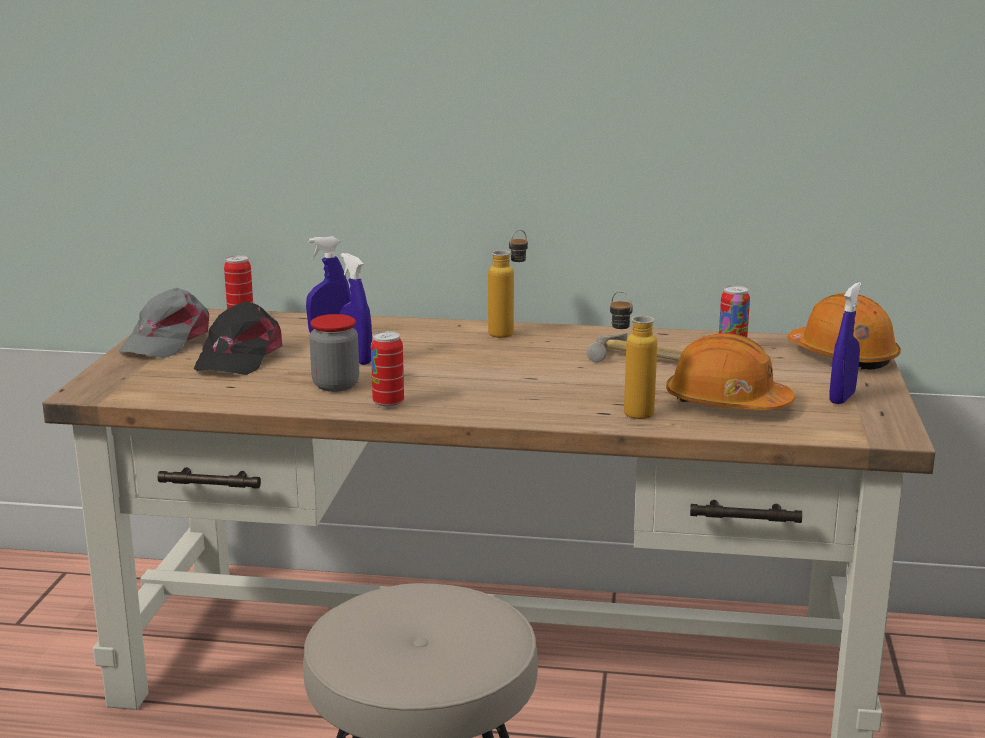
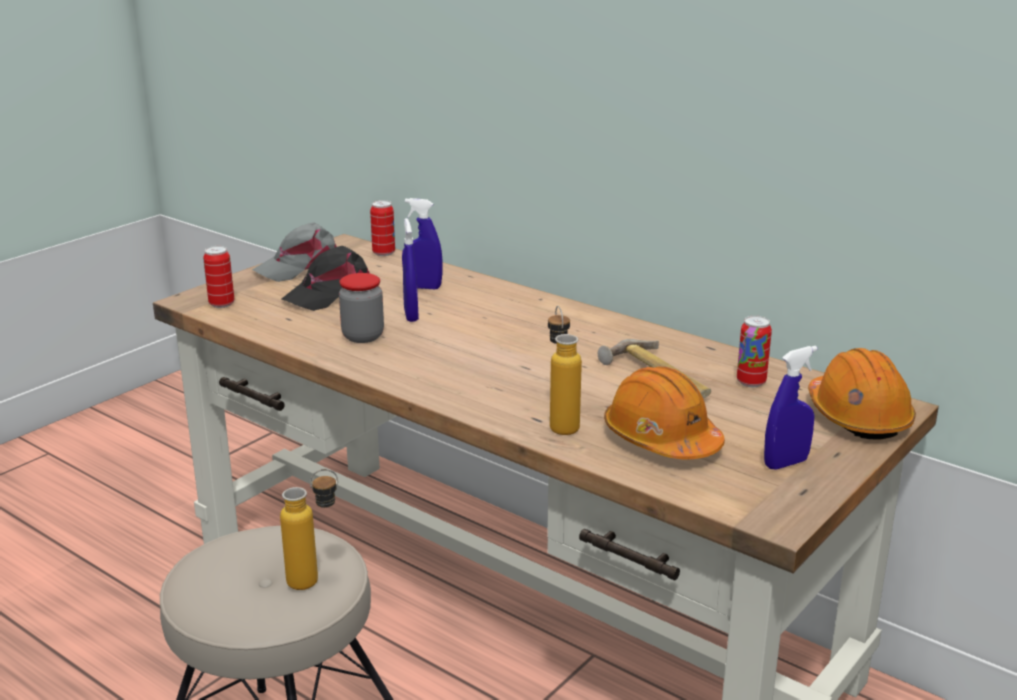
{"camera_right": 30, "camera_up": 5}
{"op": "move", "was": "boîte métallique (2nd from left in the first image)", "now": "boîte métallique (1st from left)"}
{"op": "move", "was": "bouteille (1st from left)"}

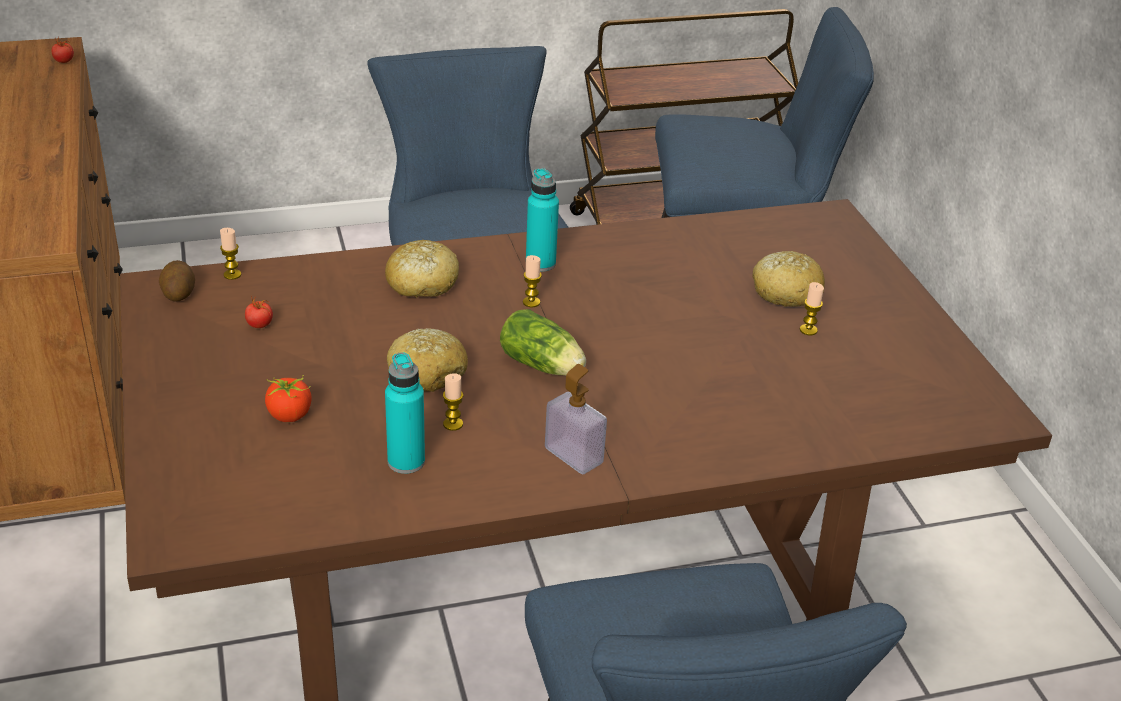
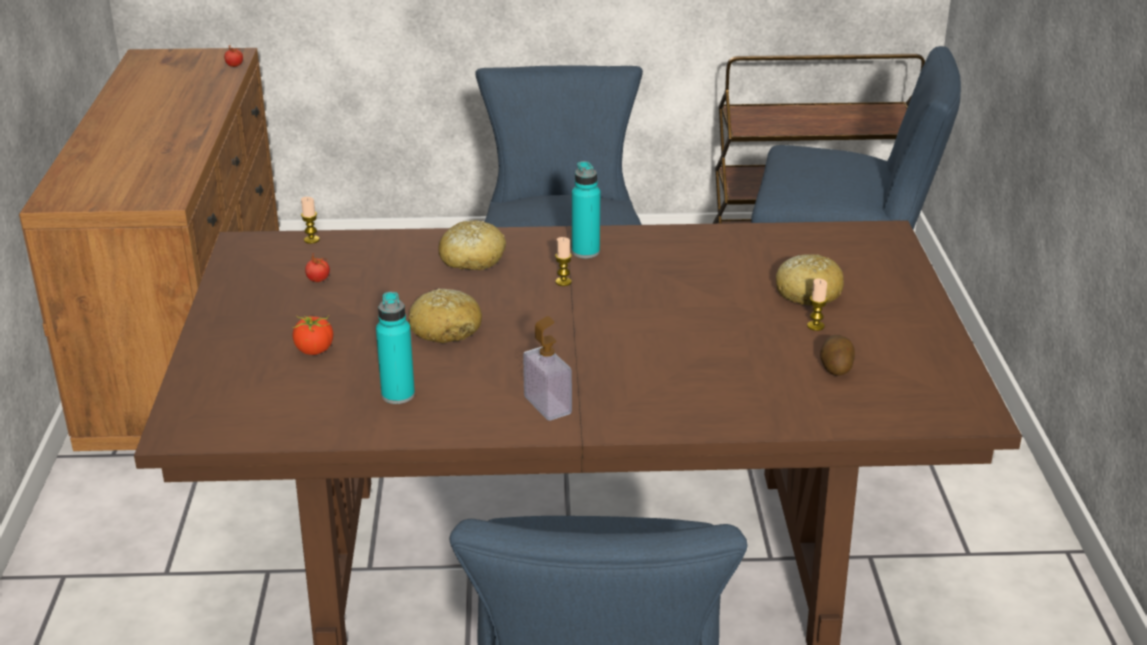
{"camera_right": 15, "camera_up": -5}
{"op": "move", "was": "pomme de terre"}
{"op": "delete", "was": "bougie (2nd from left)"}
{"op": "delete", "was": "laitue"}

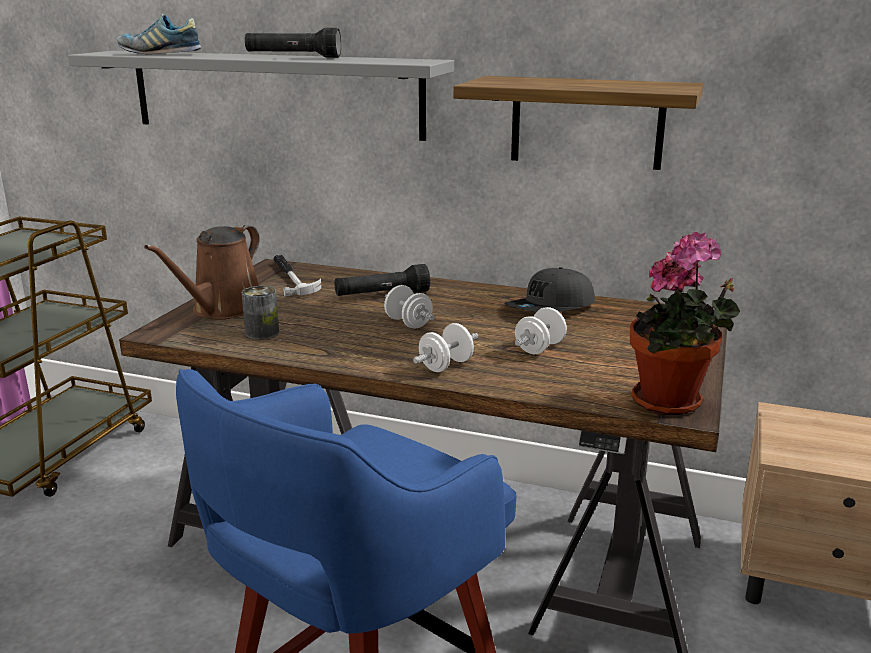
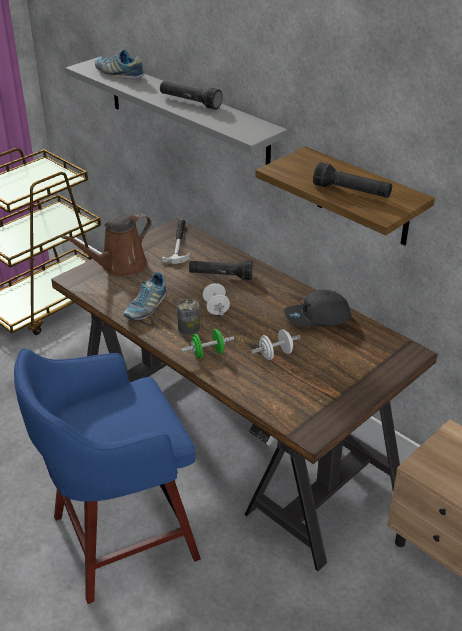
{"camera_right": 25, "camera_up": 15}
{"op": "insert", "now": "chaussure (2nd from left)"}
{"op": "move", "was": "boîte métallique"}
{"op": "recolor", "was": "haltère (blanc) (2nd from left)", "now": "haltère (vert)"}
{"op": "insert", "now": "lampe de poche (noir) (3rd from left)"}
{"op": "delete", "was": "plante en pot"}

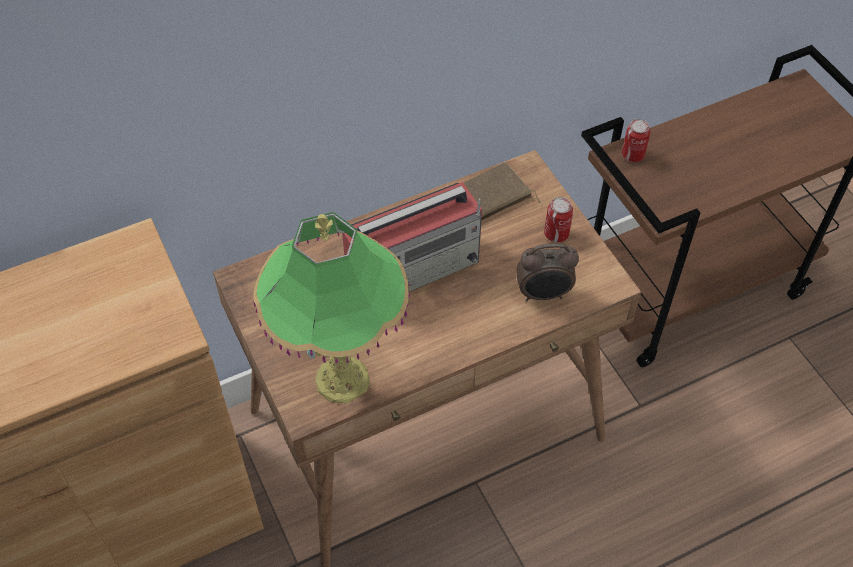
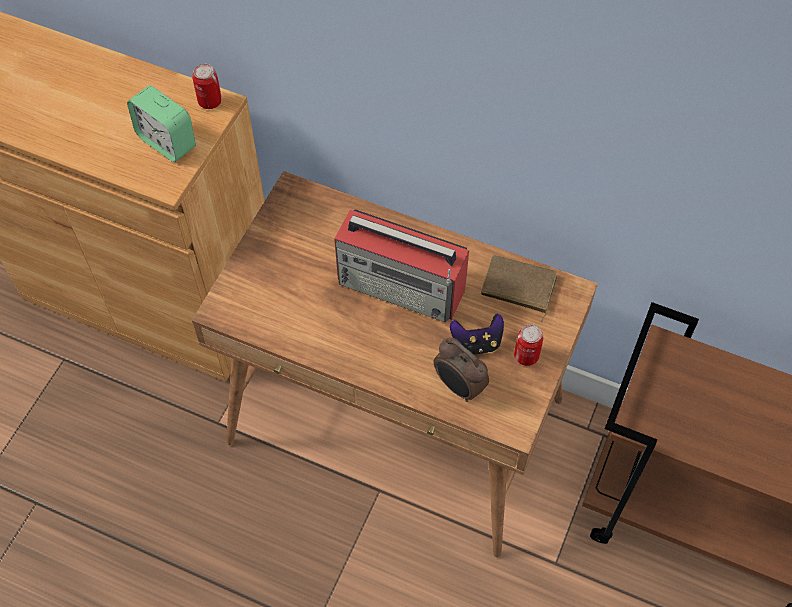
{"camera_right": 50, "camera_up": 5}
{"op": "insert", "now": "réveil (1st from left)"}
{"op": "move", "was": "boîte métallique (2nd from left in the first image)", "now": "boîte métallique (1st from left)"}
{"op": "insert", "now": "manette"}
{"op": "delete", "was": "lampe de table"}

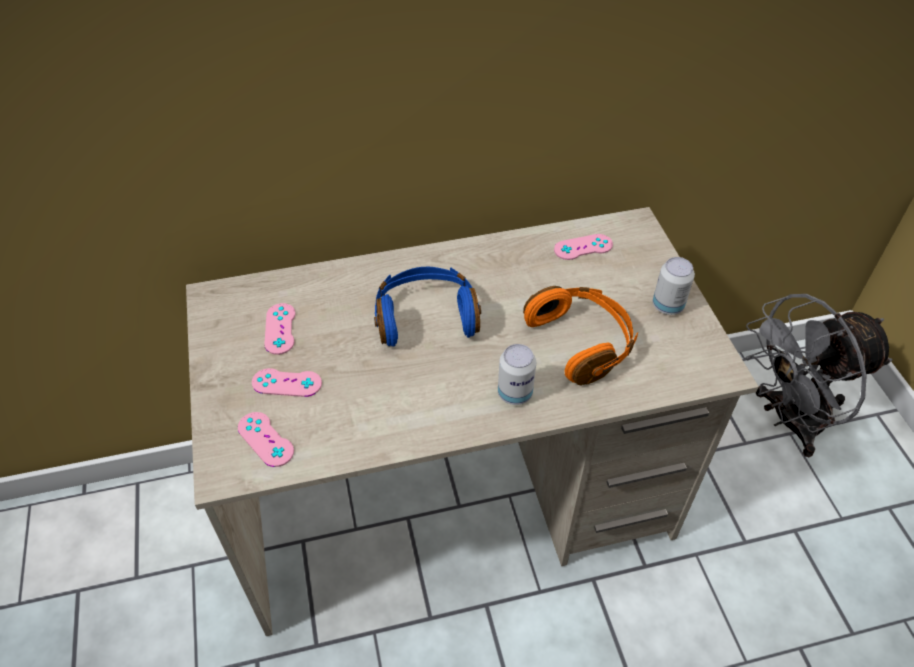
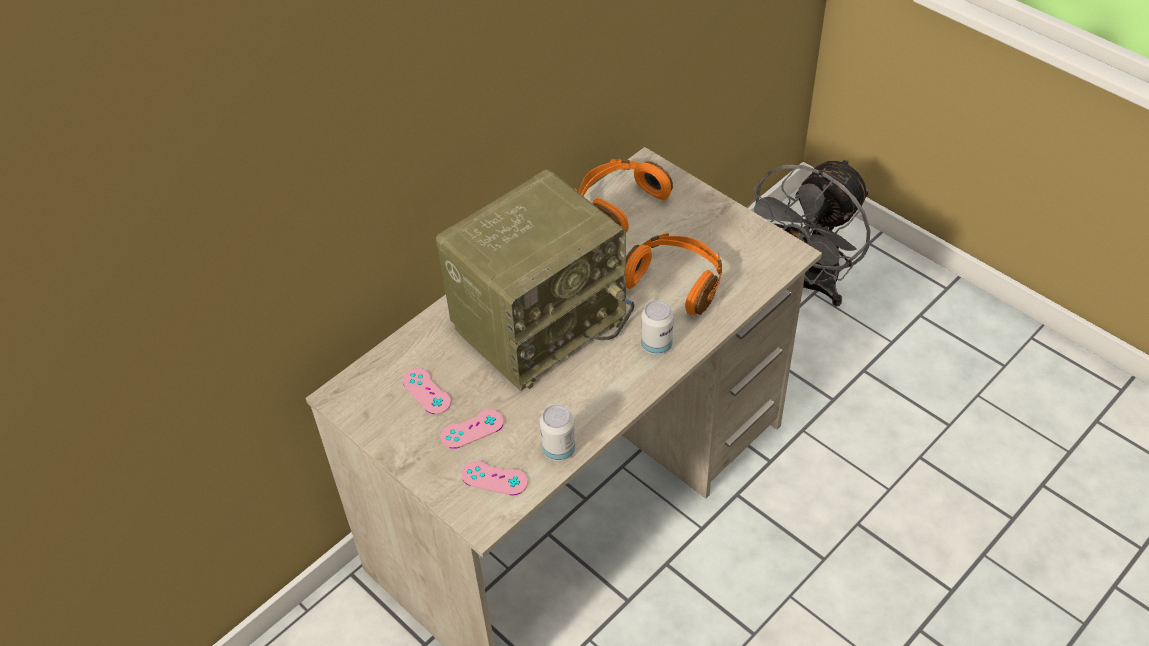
{"camera_right": -30, "camera_up": 0}
{"op": "replace", "was": "casque audio (bleu)", "now": "radio"}
{"op": "move", "was": "boîte métallique (2nd from left in the first image)", "now": "boîte métallique (1st from left)"}
{"op": "replace", "was": "manette (rose) (4th from left)", "now": "casque audio (orange) (1st from left)"}

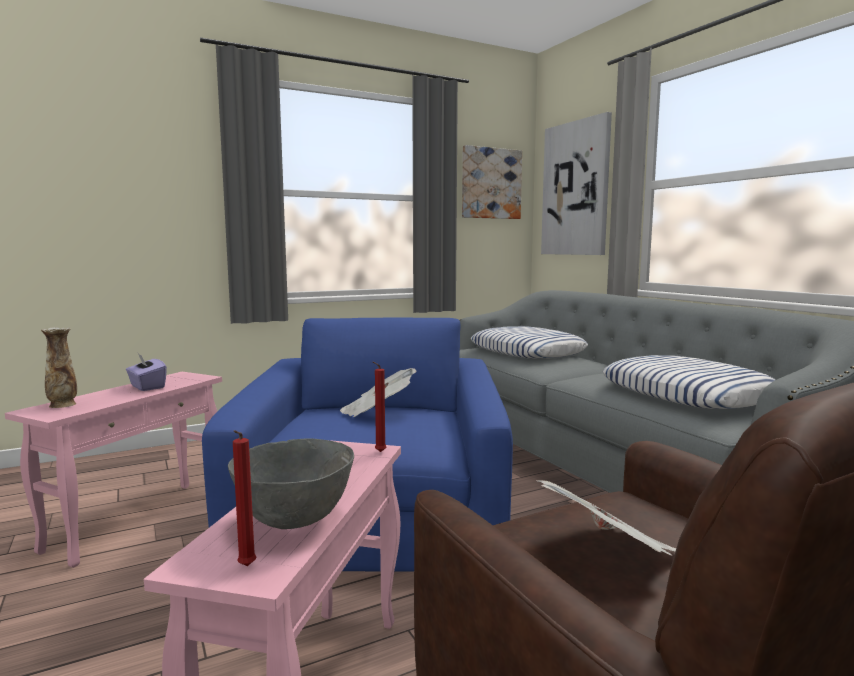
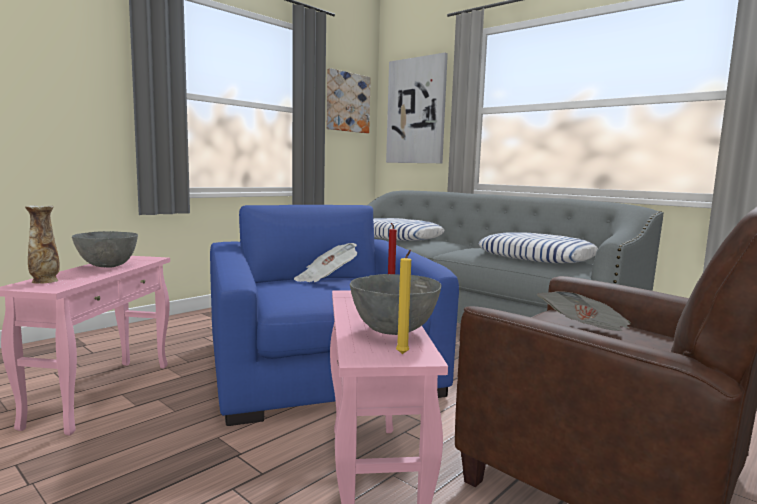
{"camera_right": -20, "camera_up": 0}
{"op": "replace", "was": "boîte à mouchoirs (violet)", "now": "bol (gris) (1st from left)"}
{"op": "recolor", "was": "bougie (rouge) (1st from left)", "now": "bougie (jaune)"}

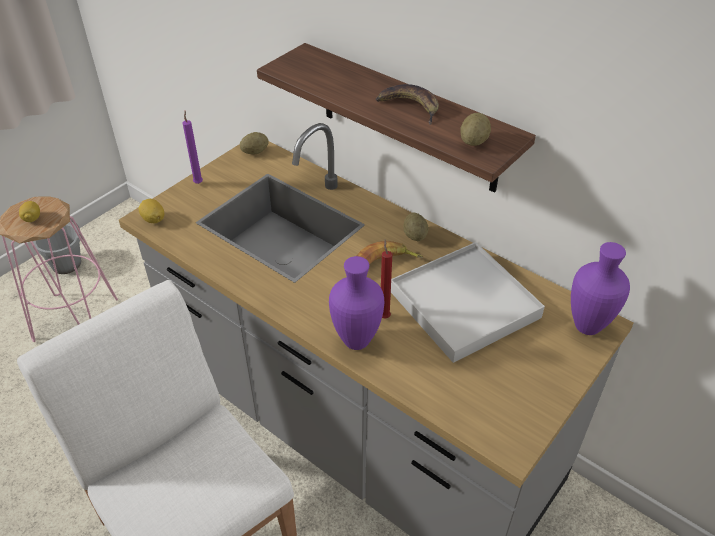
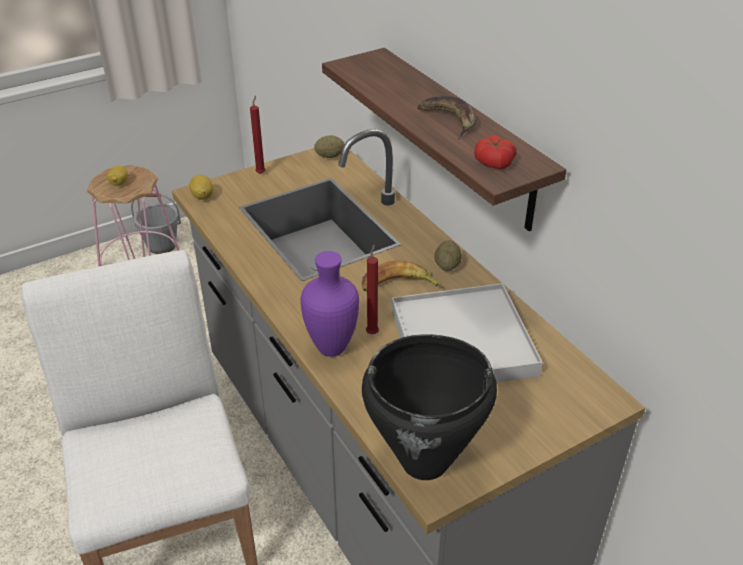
{"camera_right": 20, "camera_up": -5}
{"op": "recolor", "was": "bougie (violet)", "now": "bougie (rouge) (1st from left)"}
{"op": "insert", "now": "marmite (noir)"}
{"op": "replace", "was": "pomme de terre (3rd from left)", "now": "tomate"}
{"op": "delete", "was": "vase (violet) (2nd from left)"}

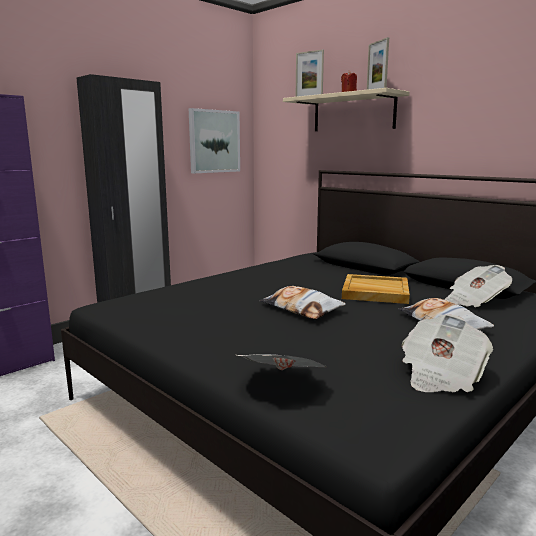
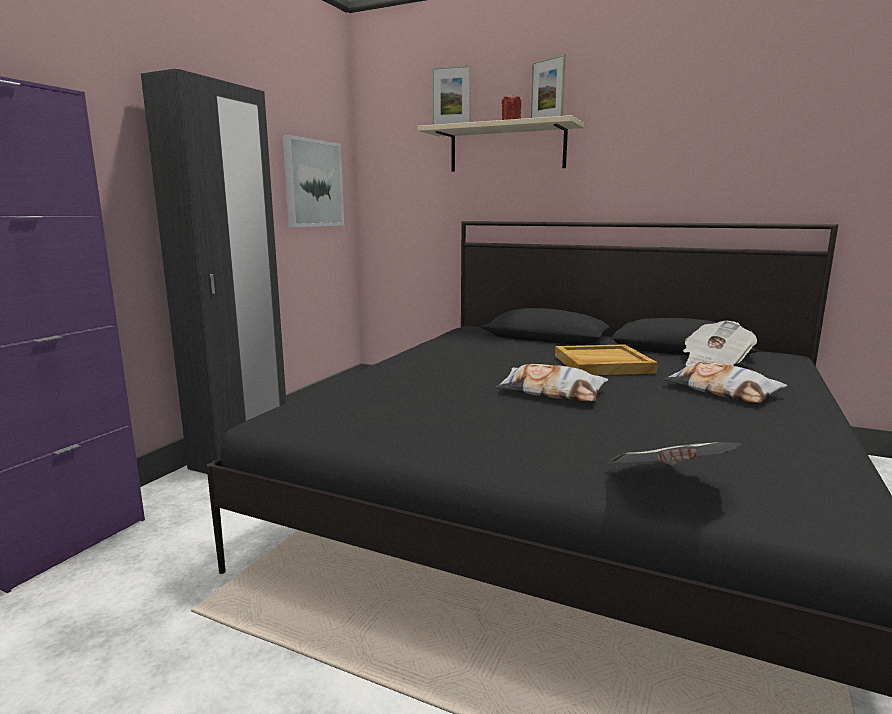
{"camera_right": -20, "camera_up": 0}
{"op": "delete", "was": "journal (2nd from left)"}

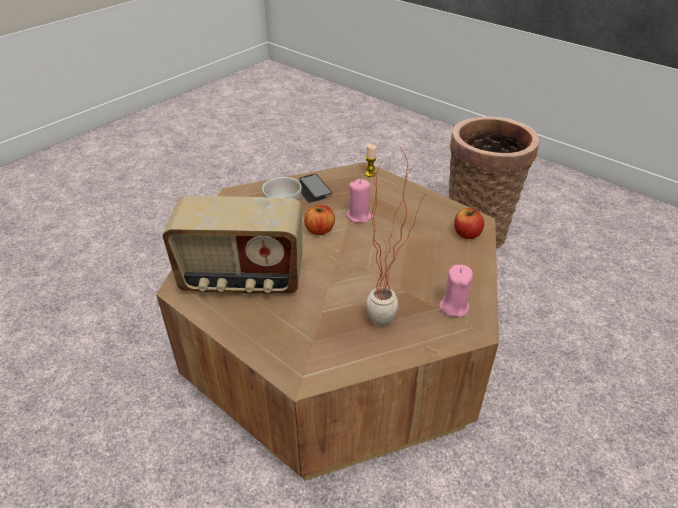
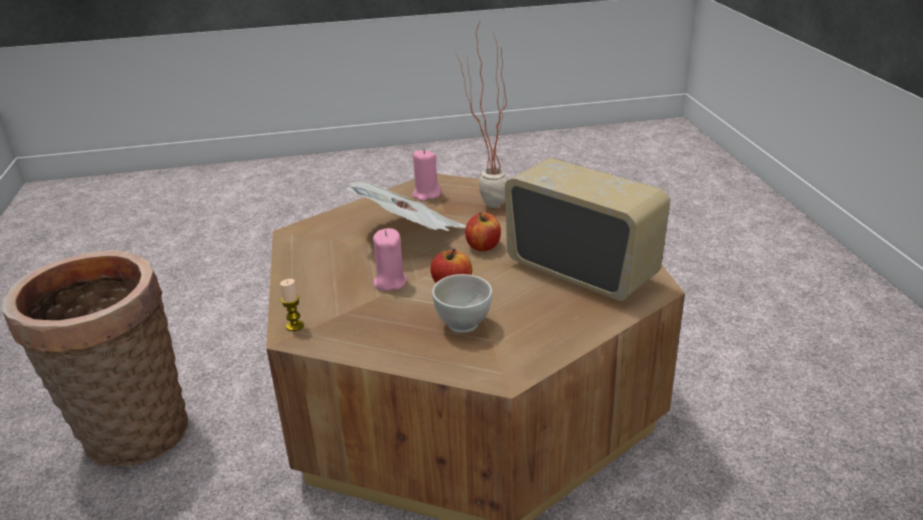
{"camera_right": -140, "camera_up": -10}
{"op": "insert", "now": "journal"}
{"op": "move", "was": "pomme (2nd from left)"}
{"op": "delete", "was": "téléphone"}

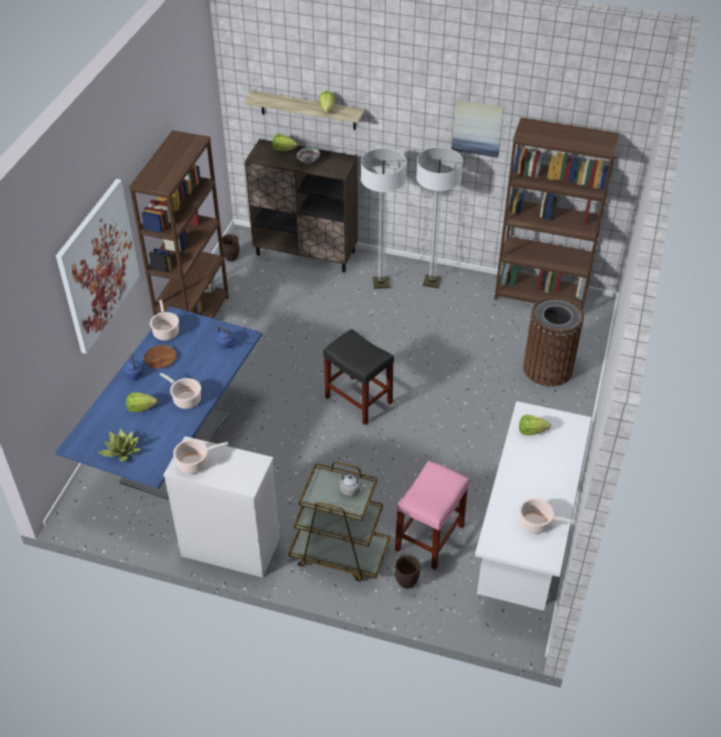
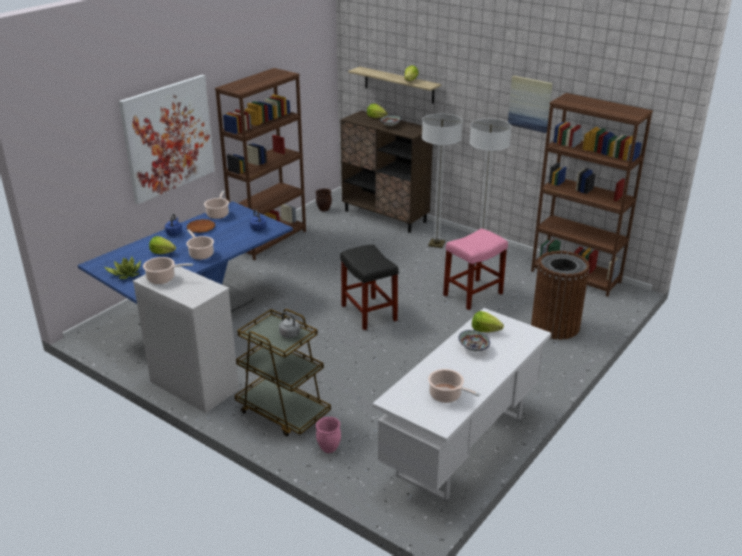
{"camera_right": 20, "camera_up": -15}
{"op": "recolor", "was": "cache-pot (marron) (2nd from left)", "now": "cache-pot (rose)"}
{"op": "move", "was": "tabouret (rose)"}
{"op": "insert", "now": "bol (2nd from left)"}

